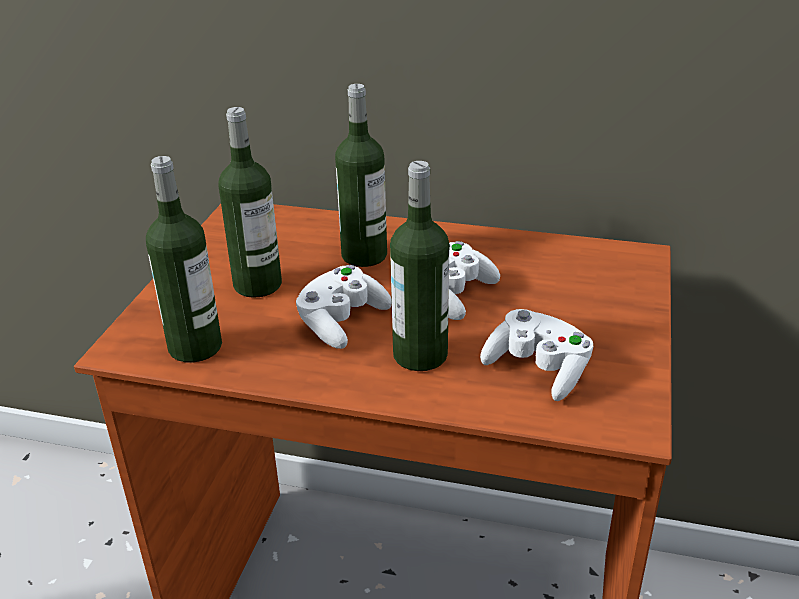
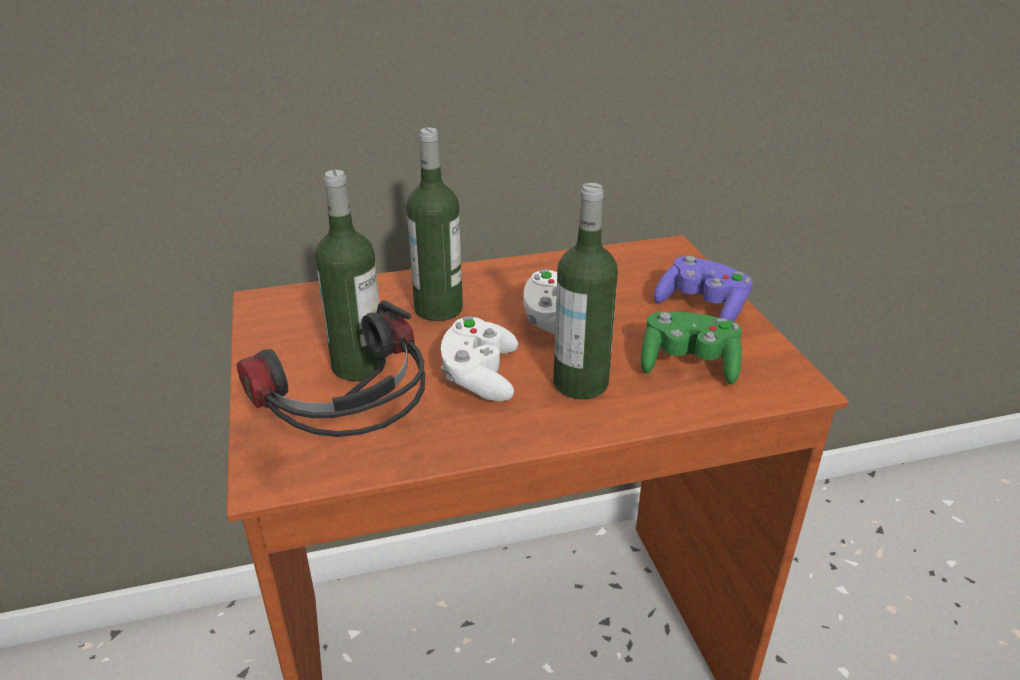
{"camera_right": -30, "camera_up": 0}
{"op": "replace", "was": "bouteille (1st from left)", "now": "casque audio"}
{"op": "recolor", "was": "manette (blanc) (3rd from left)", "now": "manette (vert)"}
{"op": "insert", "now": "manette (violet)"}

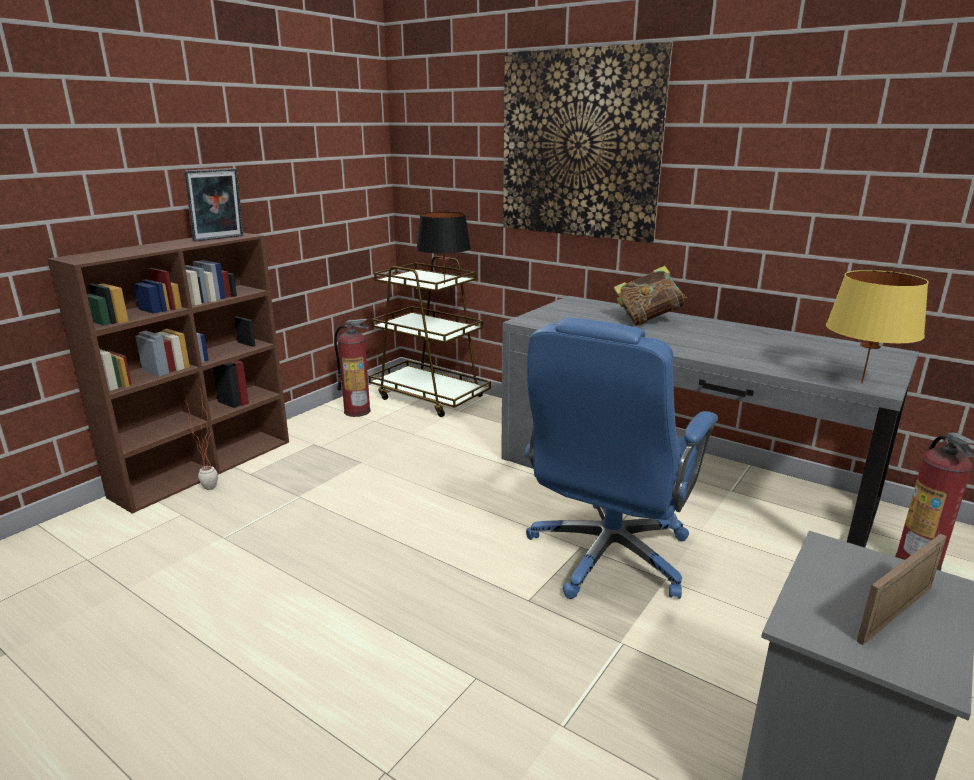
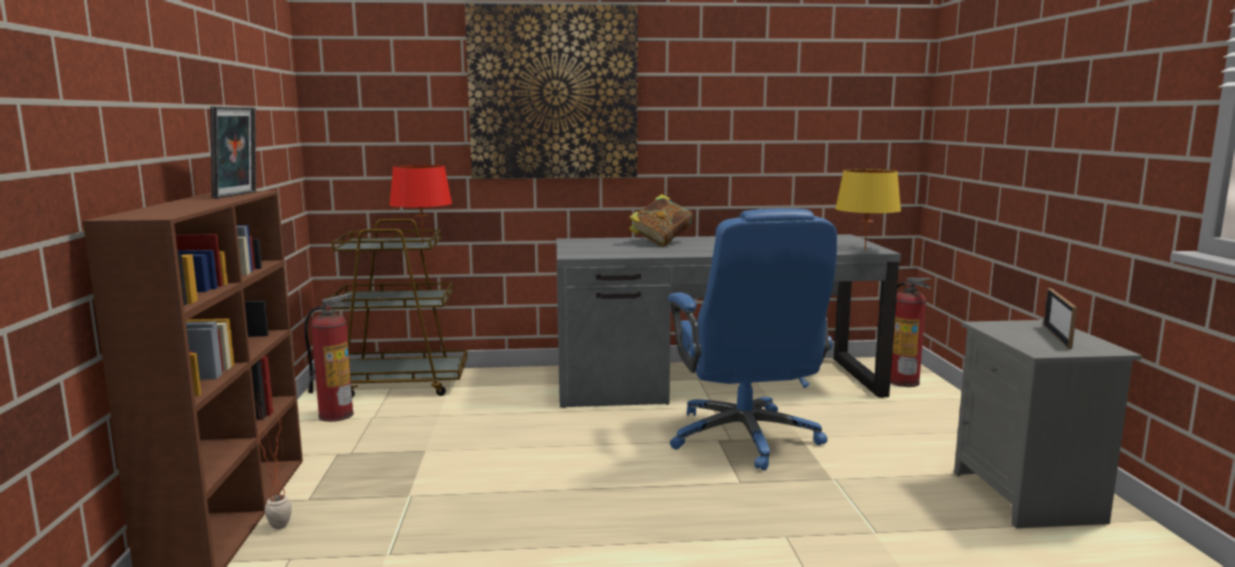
{"camera_right": -40, "camera_up": -10}
{"op": "recolor", "was": "lampe de table (noir)", "now": "lampe de table (rouge)"}

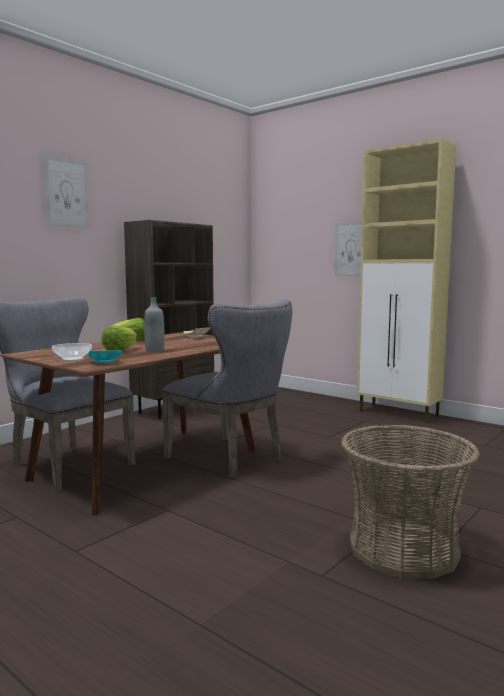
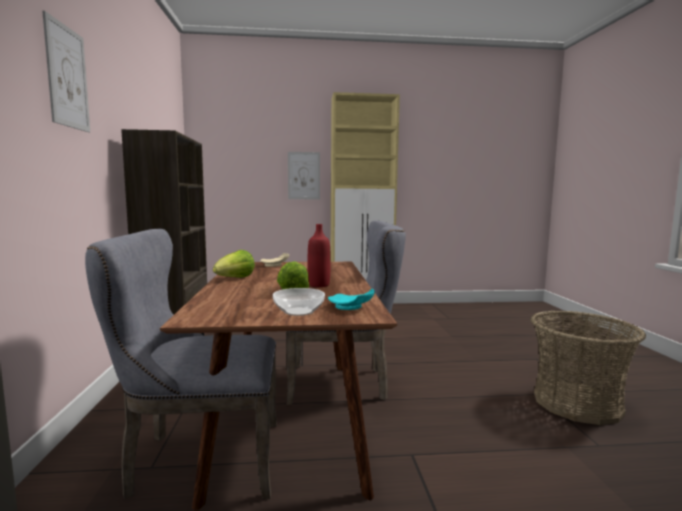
{"camera_right": -45, "camera_up": 0}
{"op": "recolor", "was": "bouteille (gris)", "now": "bouteille (rouge)"}

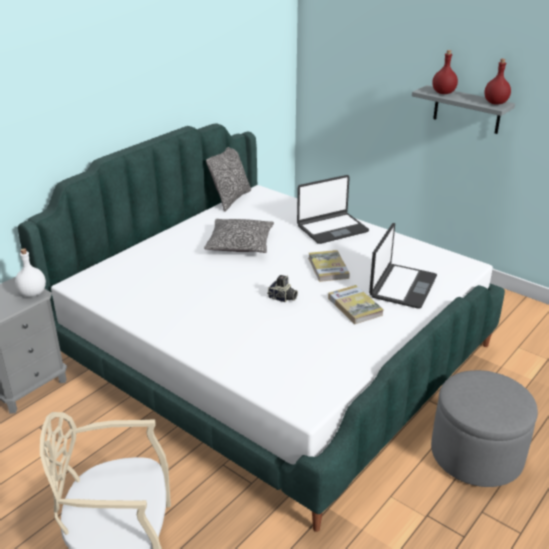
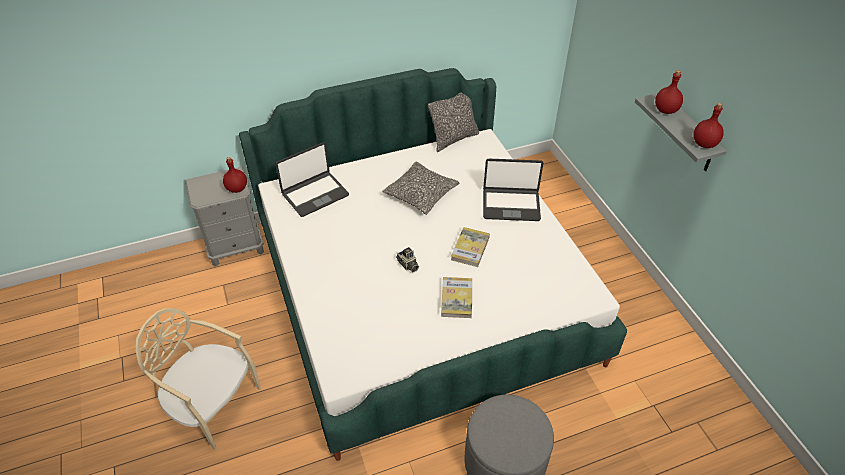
{"camera_right": 30, "camera_up": 15}
{"op": "recolor", "was": "bouteille (blanc)", "now": "bouteille (rouge) (1st from left)"}
{"op": "move", "was": "ordinateur portable (2nd from left in the first image)", "now": "ordinateur portable (1st from left)"}

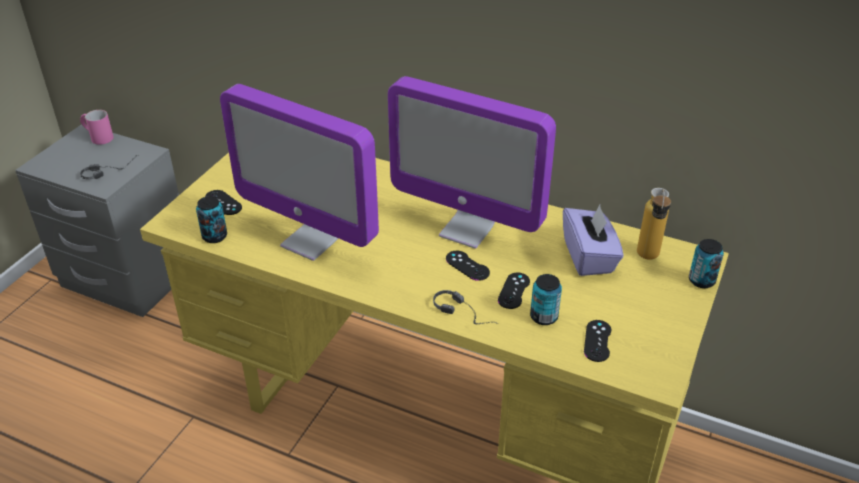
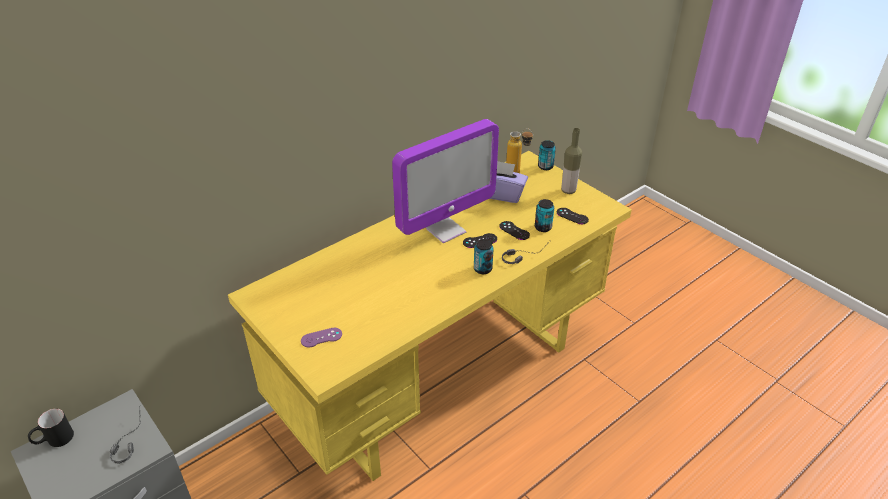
{"camera_right": -65, "camera_up": 0}
{"op": "recolor", "was": "mug (rose)", "now": "mug (noir)"}
{"op": "recolor", "was": "manette (noir) (1st from left)", "now": "manette (violet)"}
{"op": "move", "was": "boîte métallique (1st from left)"}
{"op": "insert", "now": "bouteille (2nd from left)"}
{"op": "delete", "was": "écran d'ordinateur (1st from left)"}

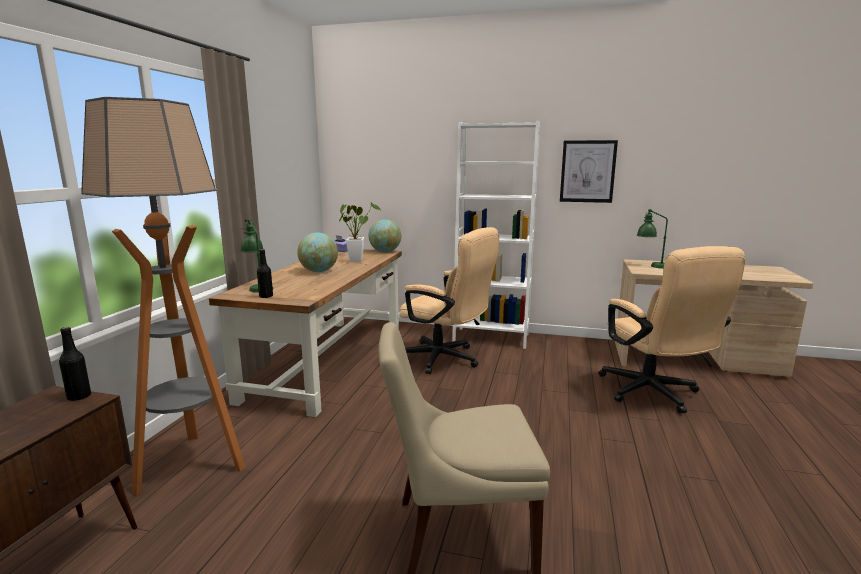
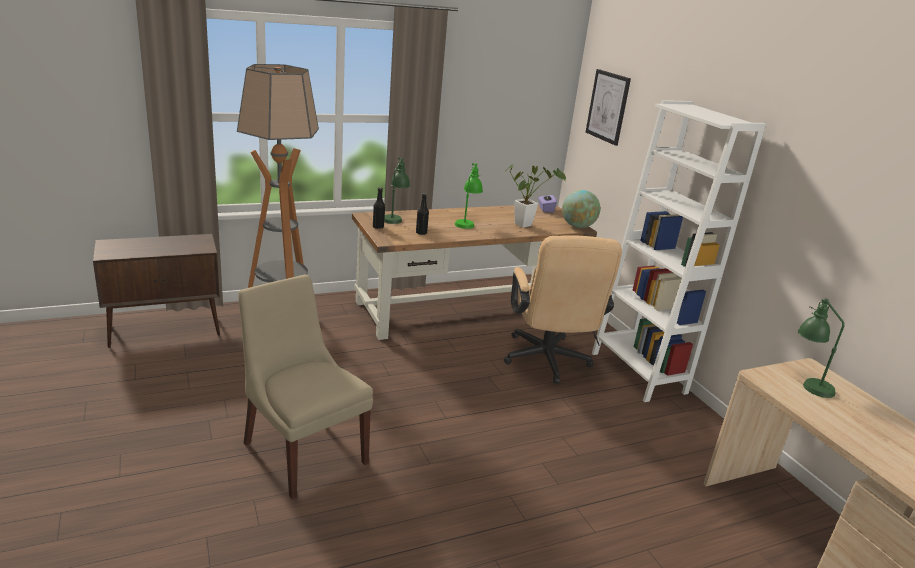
{"camera_right": 50, "camera_up": 10}
{"op": "move", "was": "bouteille (noir) (1st from left in the first image)", "now": "bouteille (noir) (2nd from left)"}
{"op": "replace", "was": "globe (1st from left)", "now": "lampe de table (vert) (2nd from left)"}
{"op": "move", "was": "tableau"}
{"op": "delete", "was": "chaise de bureau (beige) (2nd from left)"}

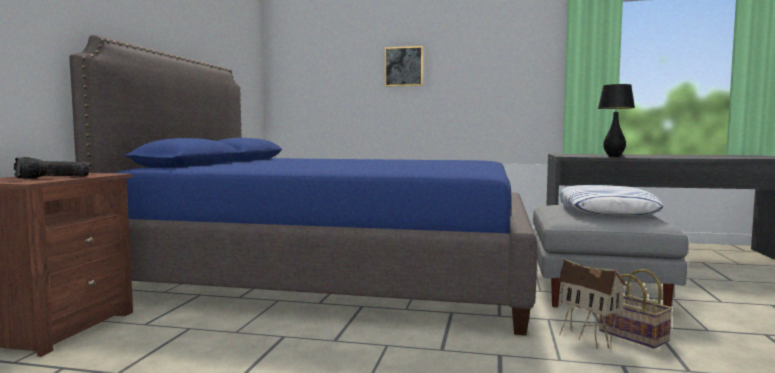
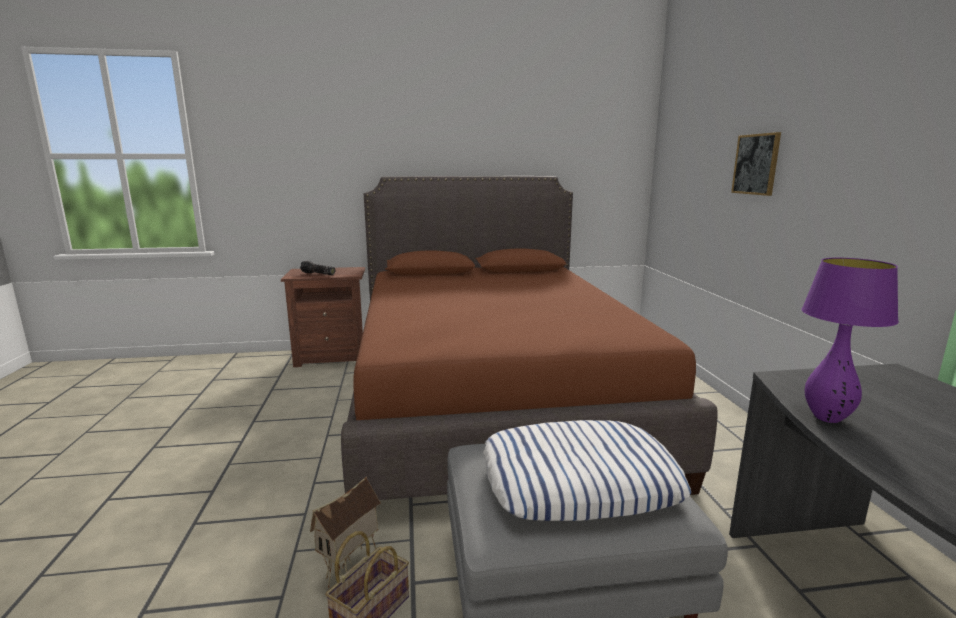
{"camera_right": 70, "camera_up": 10}
{"op": "recolor", "was": "lit (bleu)", "now": "lit (marron)"}
{"op": "recolor", "was": "lampe de table (noir)", "now": "lampe de table (violet)"}

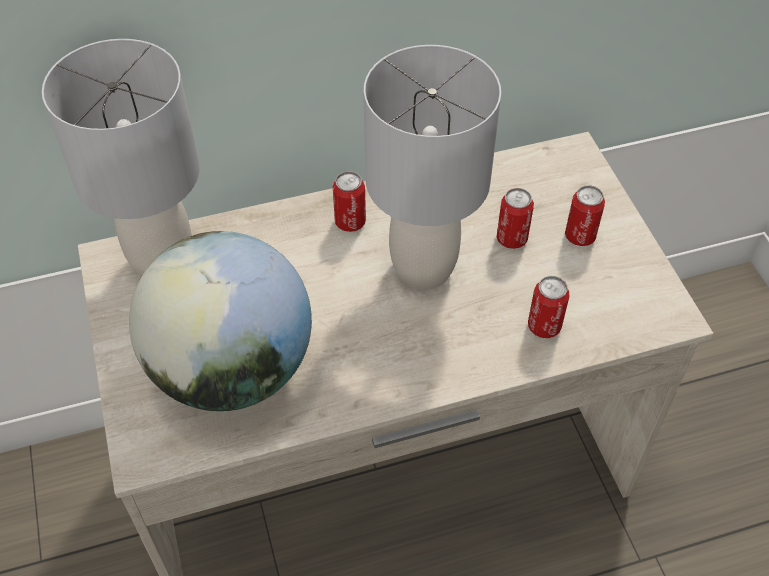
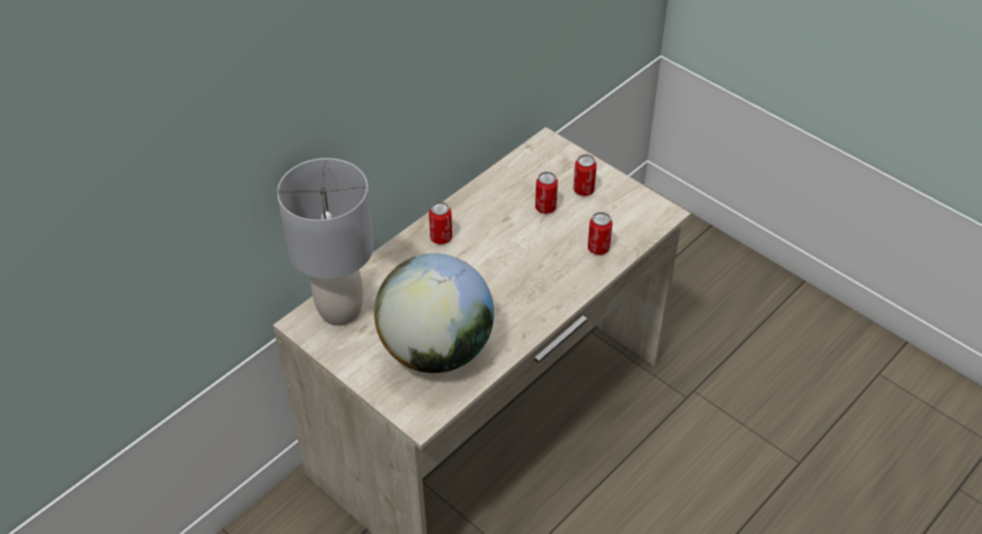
{"camera_right": -30, "camera_up": -5}
{"op": "delete", "was": "lampe de table (gris) (2nd from left)"}

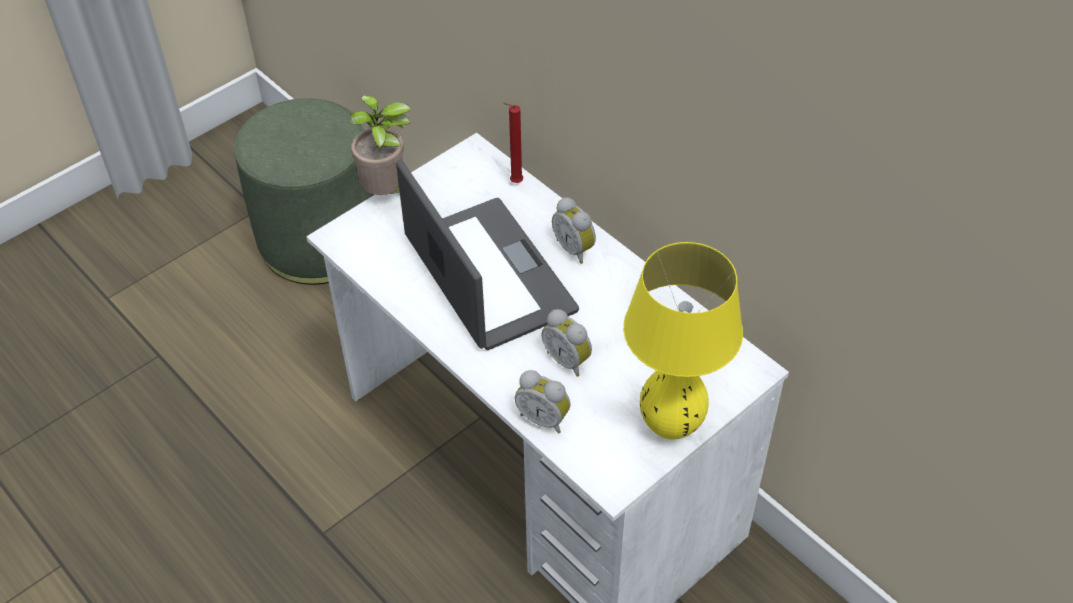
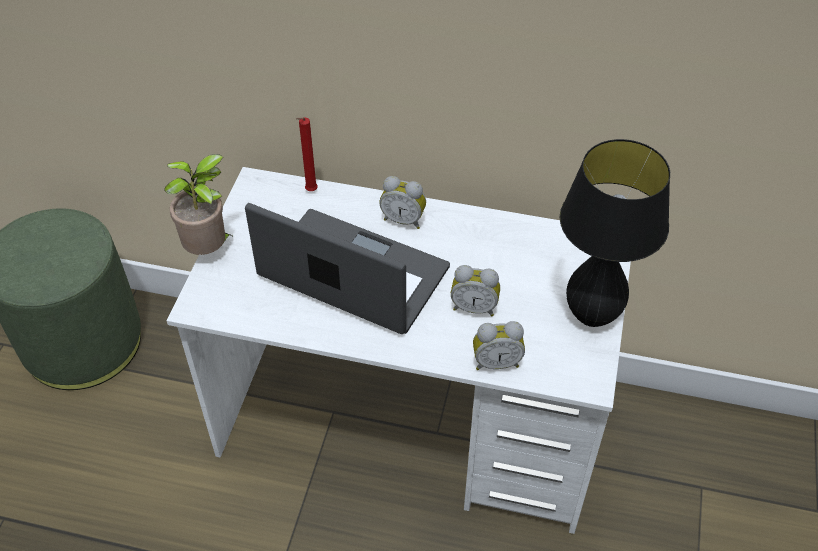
{"camera_right": -35, "camera_up": 0}
{"op": "recolor", "was": "lampe de table (jaune)", "now": "lampe de table (noir)"}

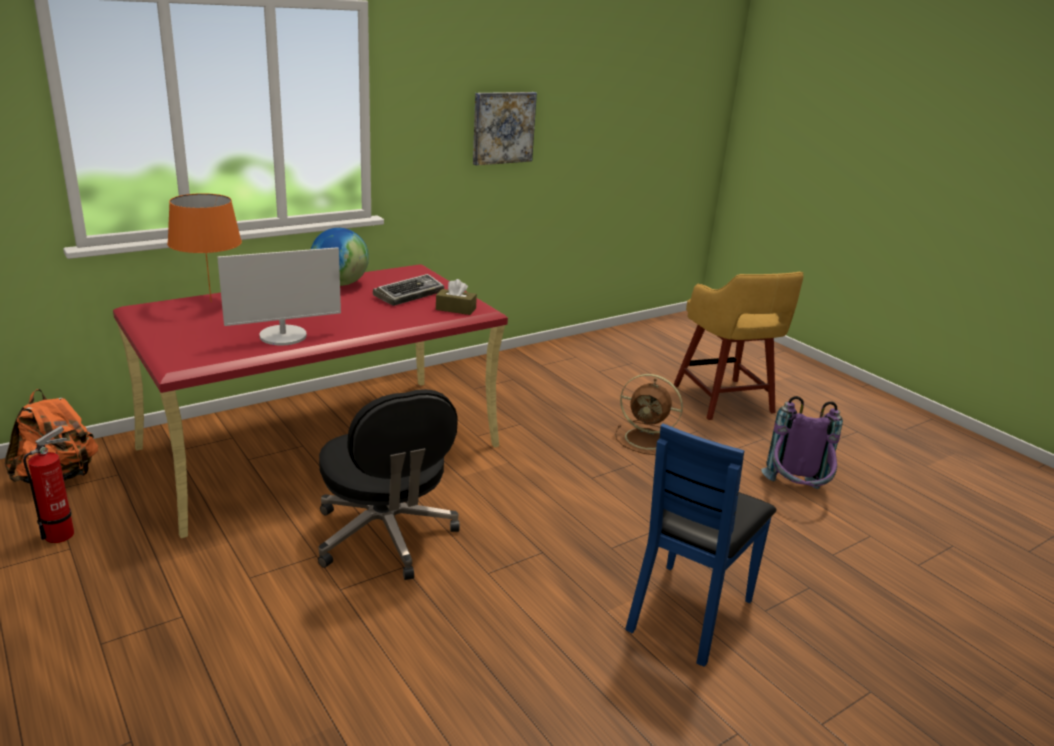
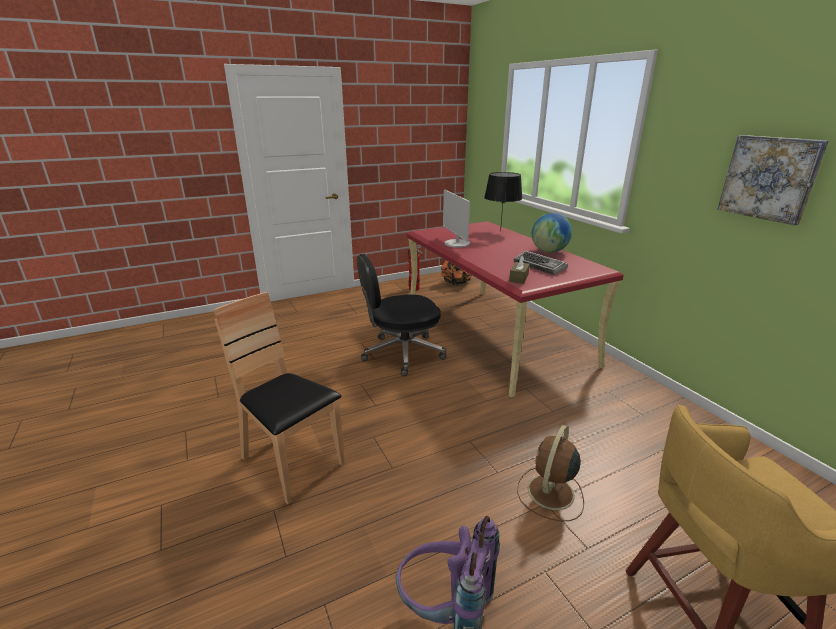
{"camera_right": 100, "camera_up": 0}
{"op": "recolor", "was": "chaise (bleu)", "now": "chaise (marron)"}
{"op": "recolor", "was": "lampe de table (orange)", "now": "lampe de table (noir)"}

